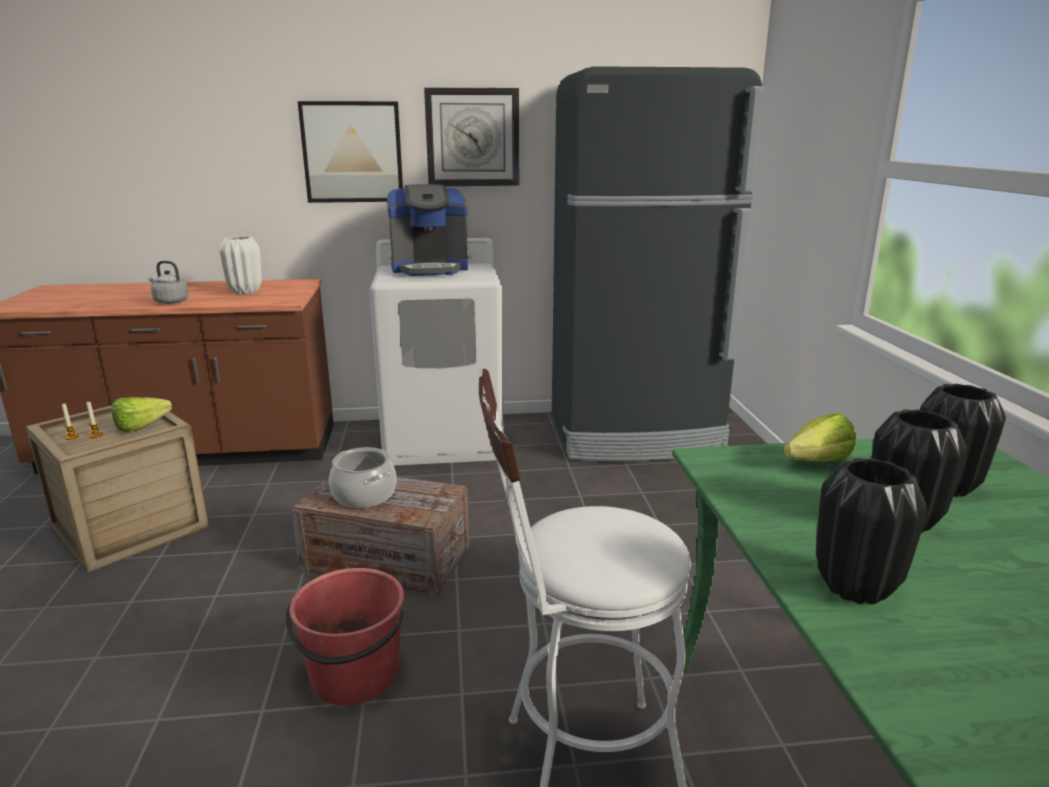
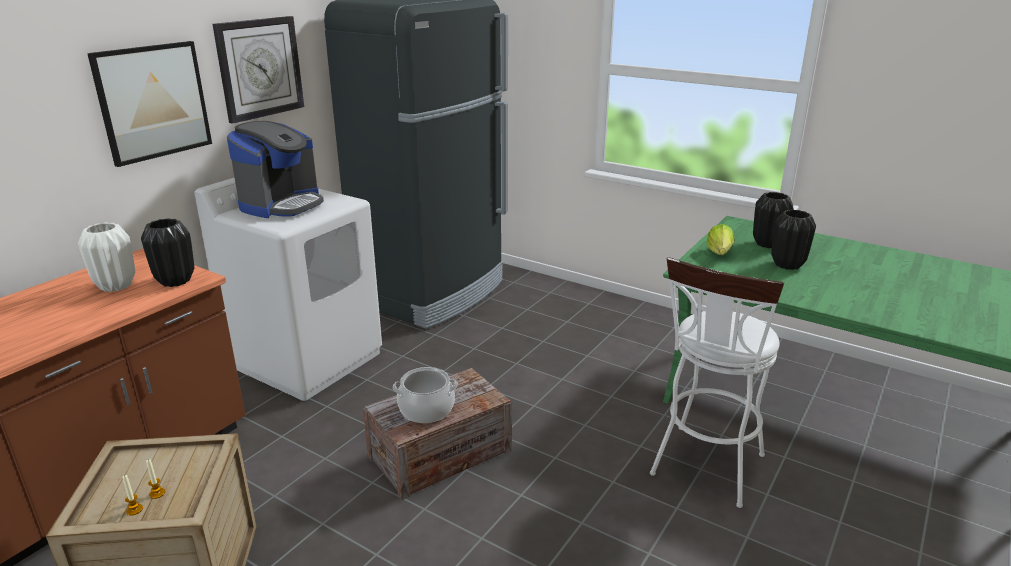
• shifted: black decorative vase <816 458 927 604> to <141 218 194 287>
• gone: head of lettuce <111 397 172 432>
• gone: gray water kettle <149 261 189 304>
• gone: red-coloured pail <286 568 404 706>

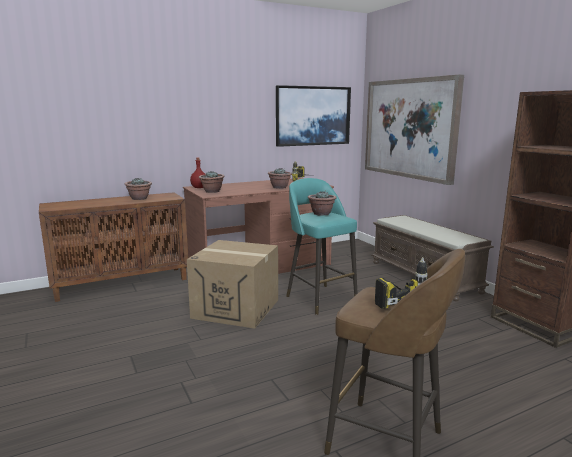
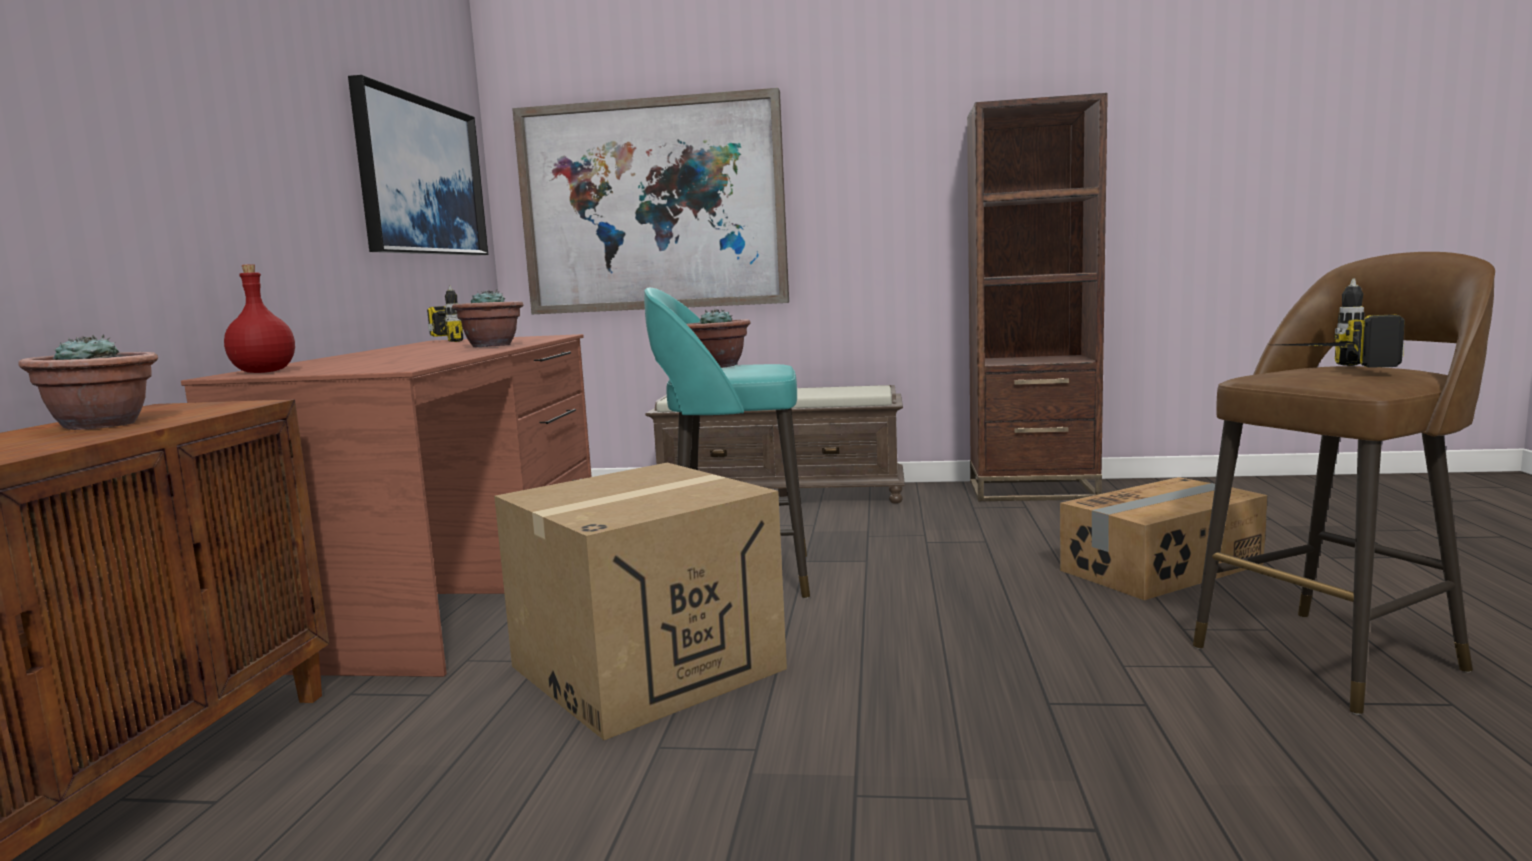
• new: packing box <1060 477 1268 600>
• gone: potted plant <199 171 225 193>

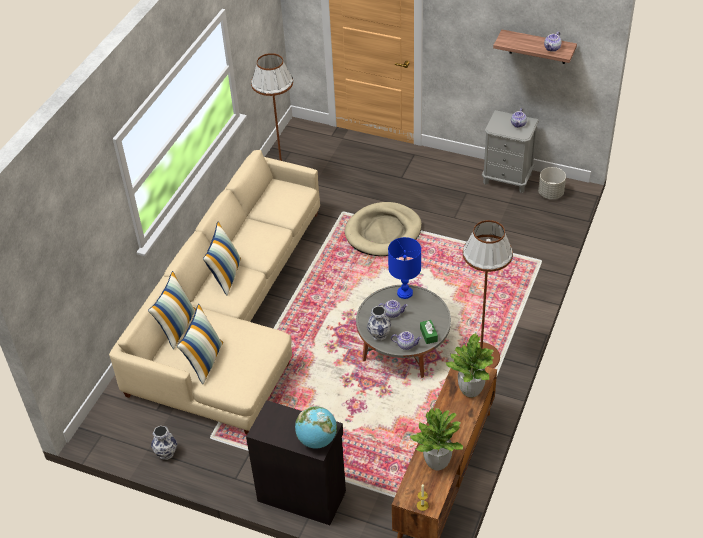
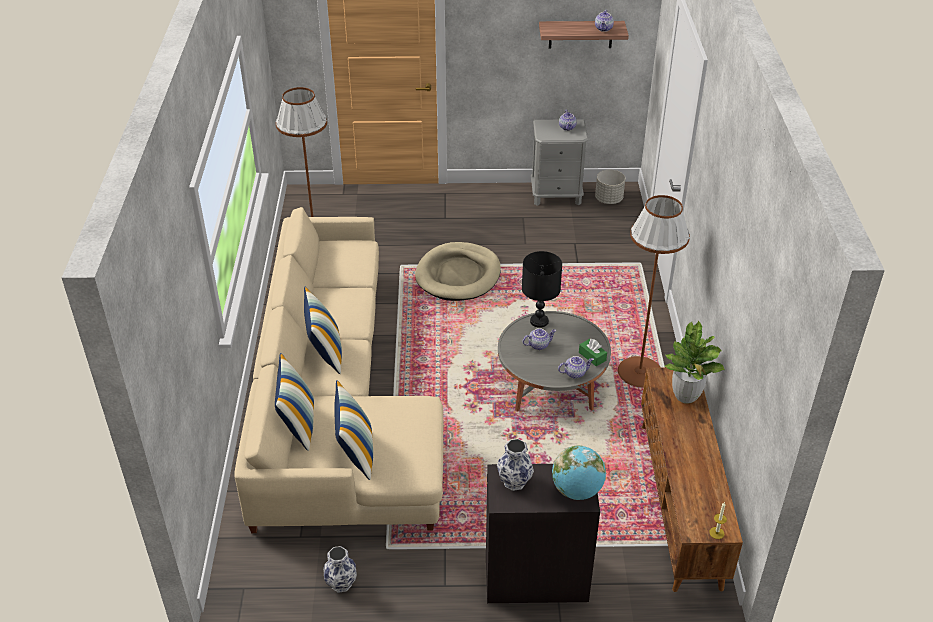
• shifted: decorative vase <367 306 392 341> to <497 439 534 491>
• repainted: bluish tabletop lamp <388 237 421 299> to black tabletop lamp <522 251 562 328>
• gone: potted plant <410 408 463 470>

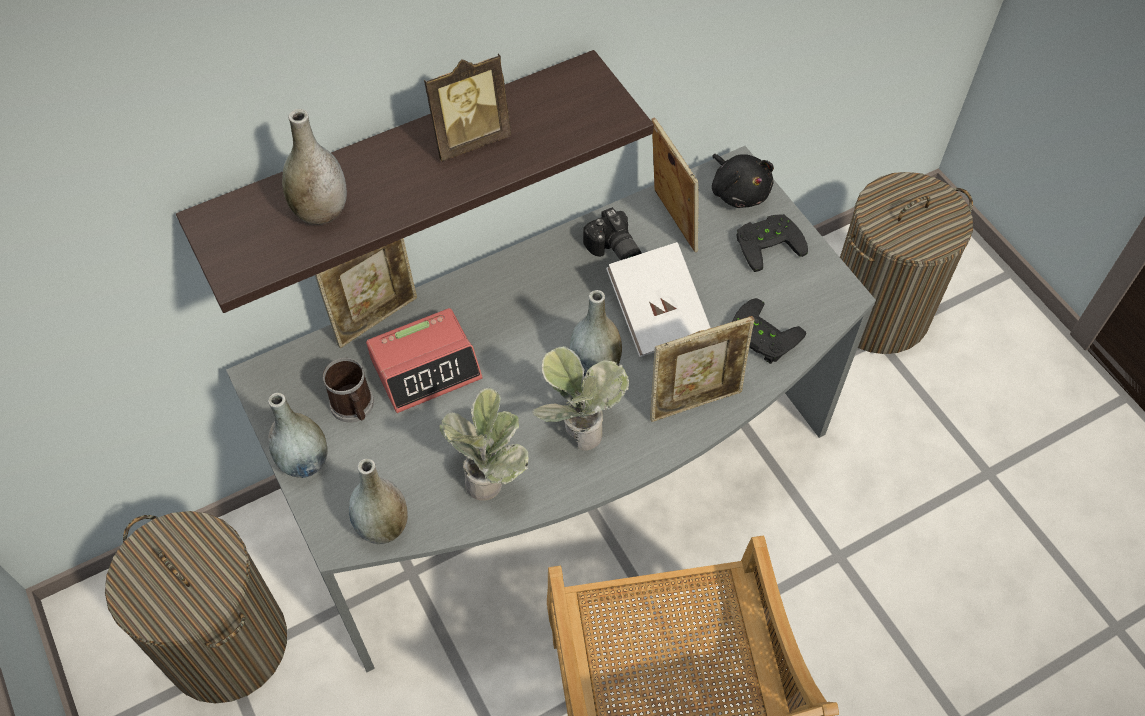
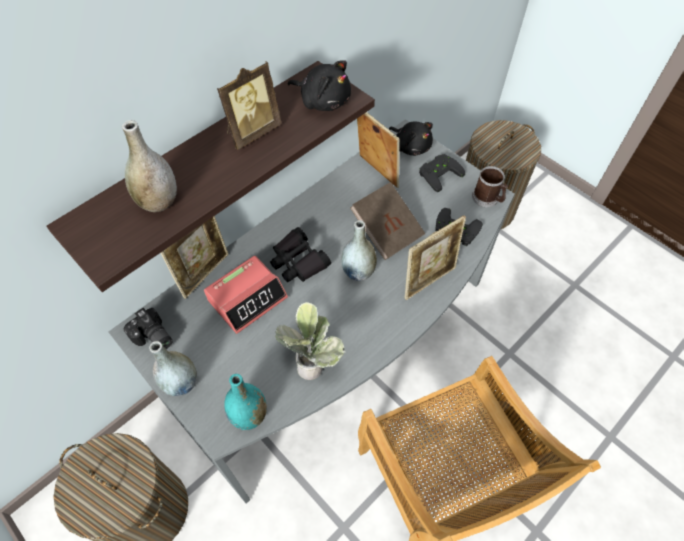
• shifted: still camera <583 207 642 260> to <123 307 173 349>
• repainted: gray decorative vase <349 459 408 544> to blue-green decorative vase <224 374 267 430>
• new: black field glasses <270 227 331 282>
• new: black cuddly toy <288 60 351 111>
• repainted: white-coloured bound book <606 242 711 357> to brownish bound book <350 182 425 260>
• shifted: tea mug <323 358 374 422> to <472 166 508 207>
• gone: potted plant <533 346 630 451>

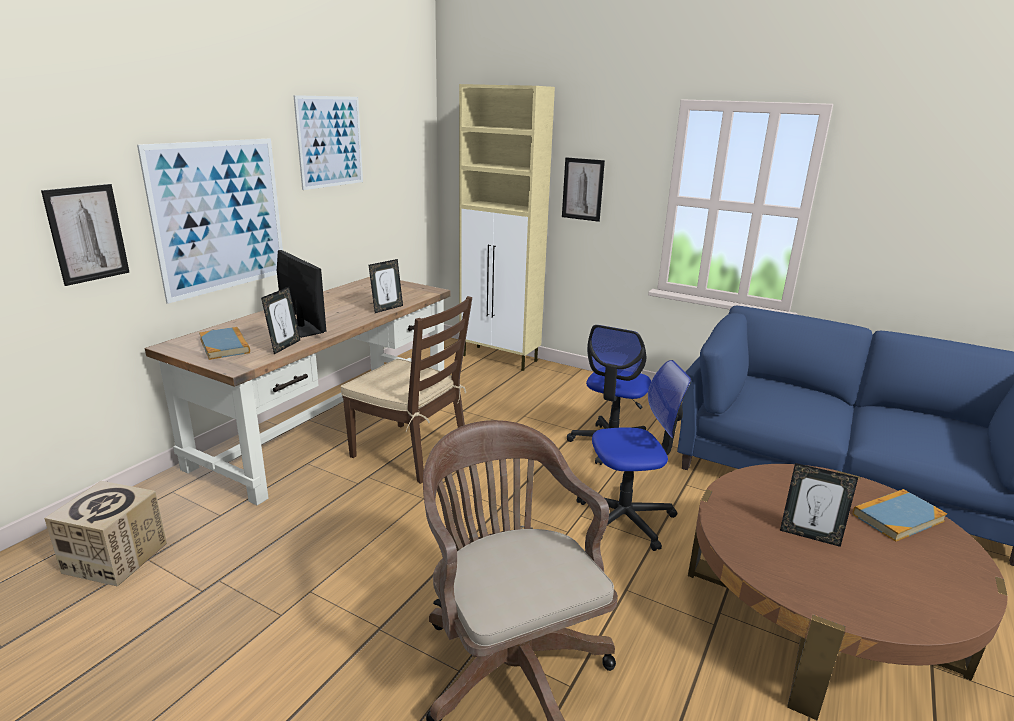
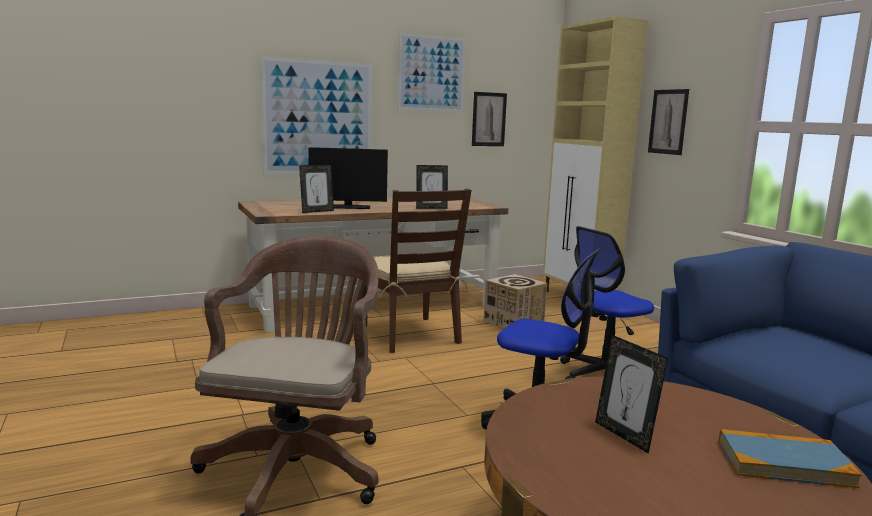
• rotated: computer display <277 250 327 338> = <308 147 388 209> 90 degrees clockwise
• shifted: wall picture <41 184 130 286> to <472 92 507 146>
• shifted: packing box <44 481 167 587> to <484 274 547 329>
• gone: bound book <199 327 250 360>

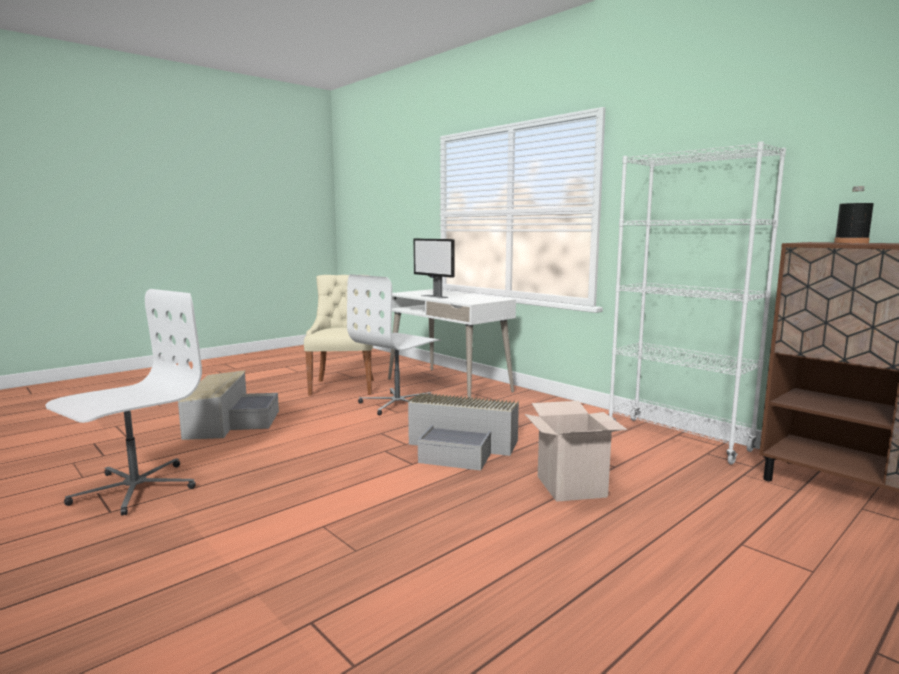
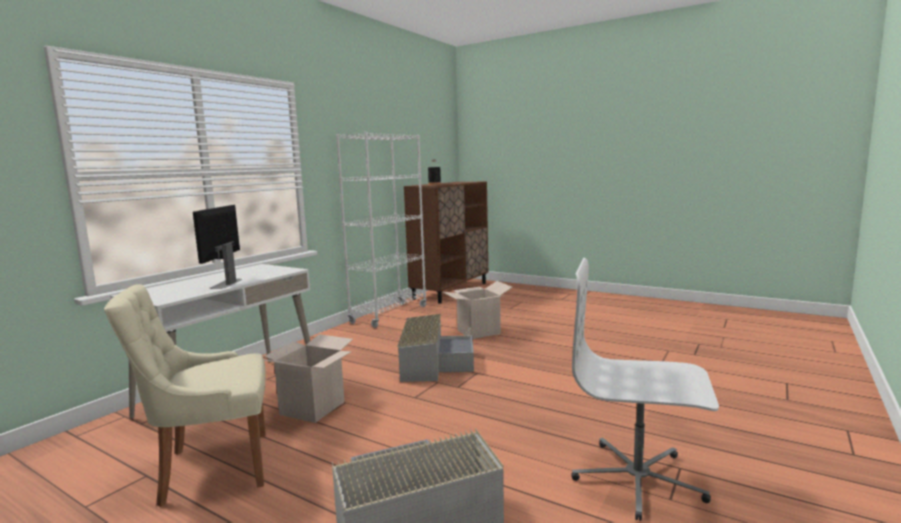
• rotated: computer display <413 239 454 299> = <193 205 242 289> 150 degrees clockwise
• swapped: white-coloured desk chair <347 274 441 415> to packing box <264 334 353 423>

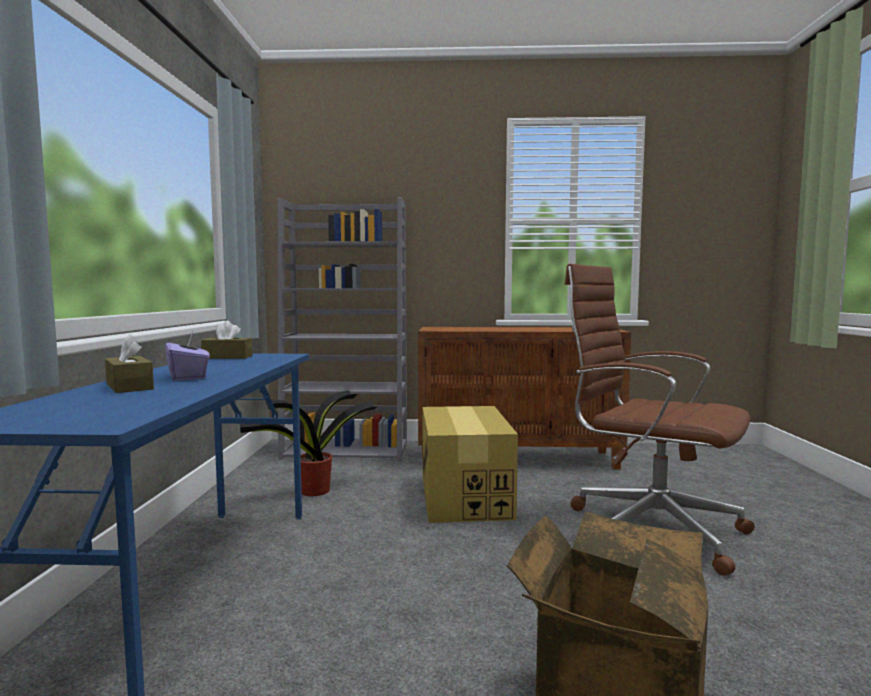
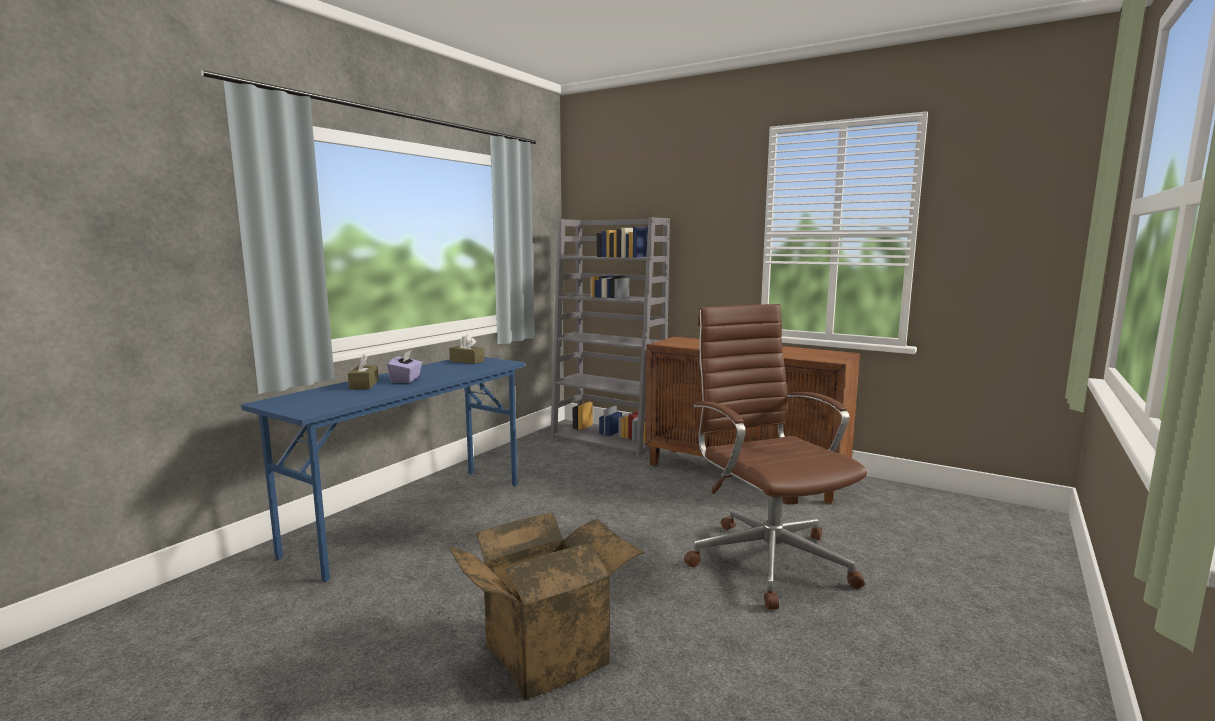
• gone: potted plant <240 391 377 496>
• gone: packing box <423 406 518 523>

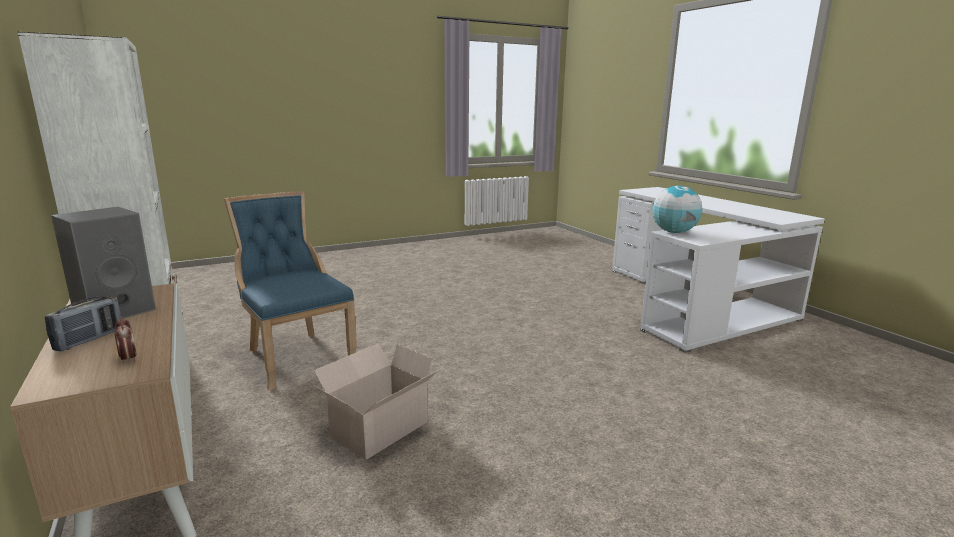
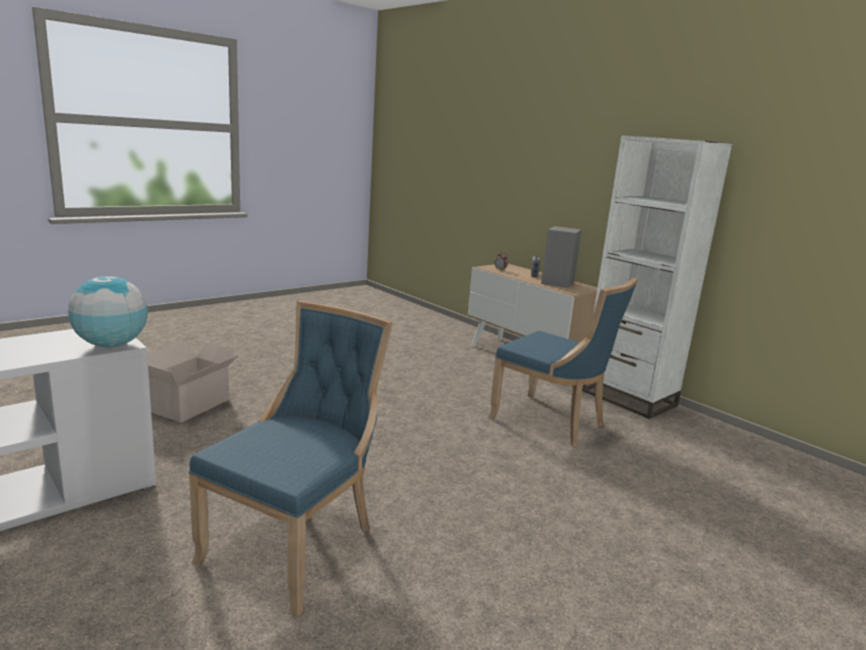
• shifted: packing box <313 343 439 460> to <147 341 239 423>
• new: bluish upright chair <189 301 392 616>

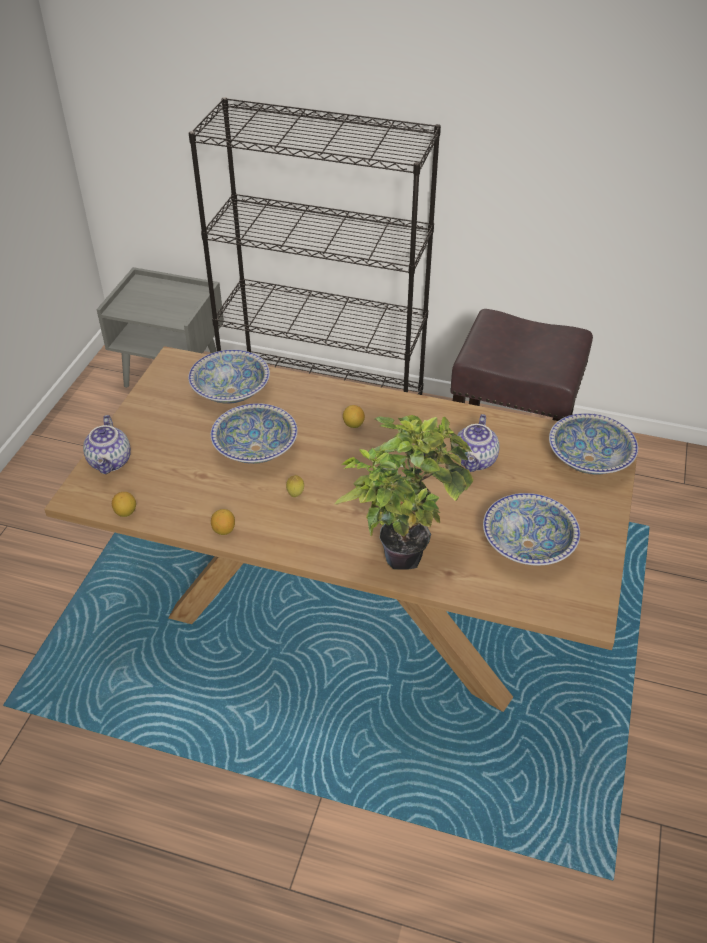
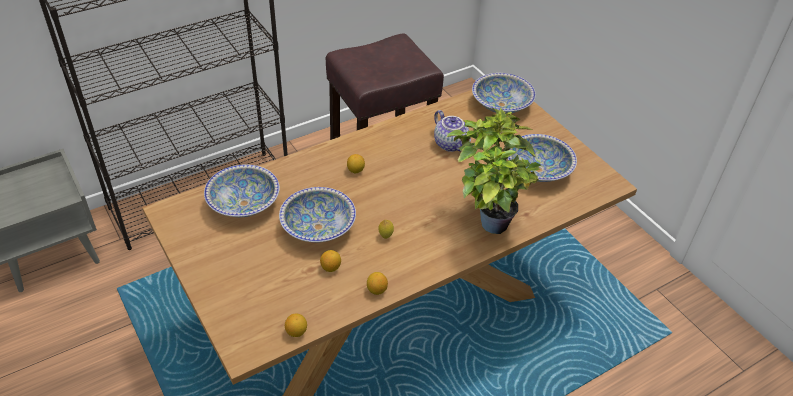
• new: lemon <320 250 341 272>
• gone: tea pot <83 415 131 474>

